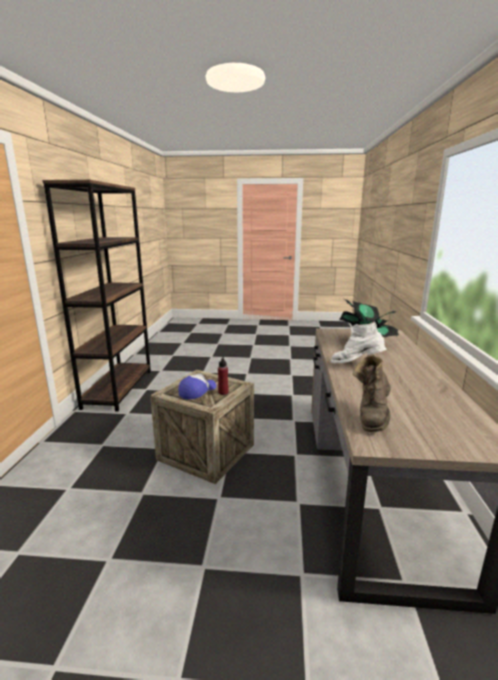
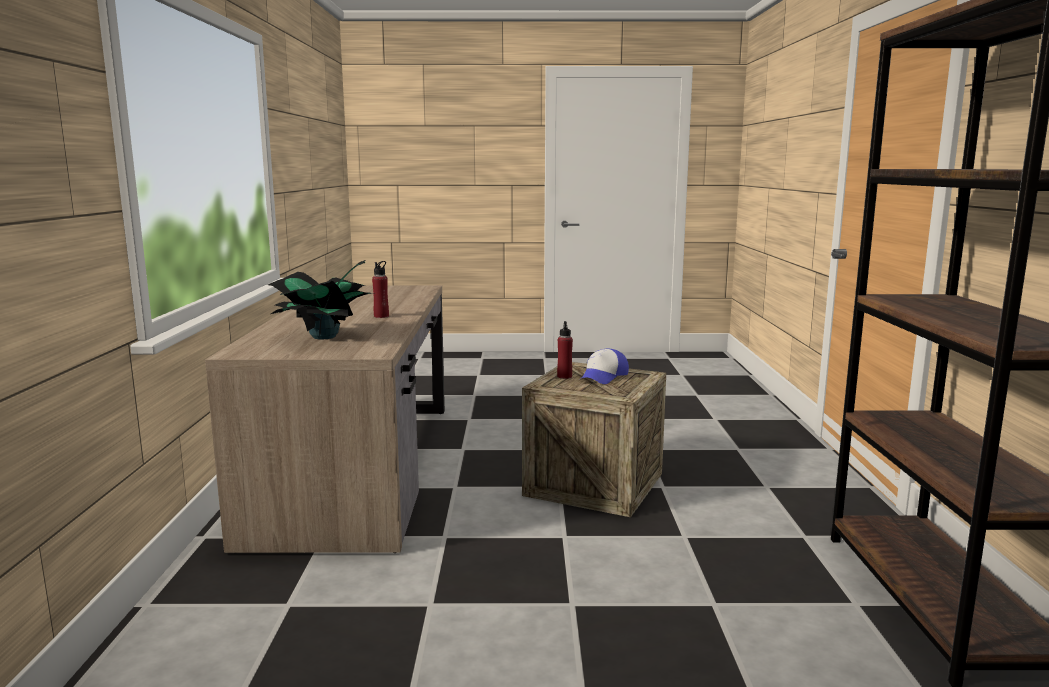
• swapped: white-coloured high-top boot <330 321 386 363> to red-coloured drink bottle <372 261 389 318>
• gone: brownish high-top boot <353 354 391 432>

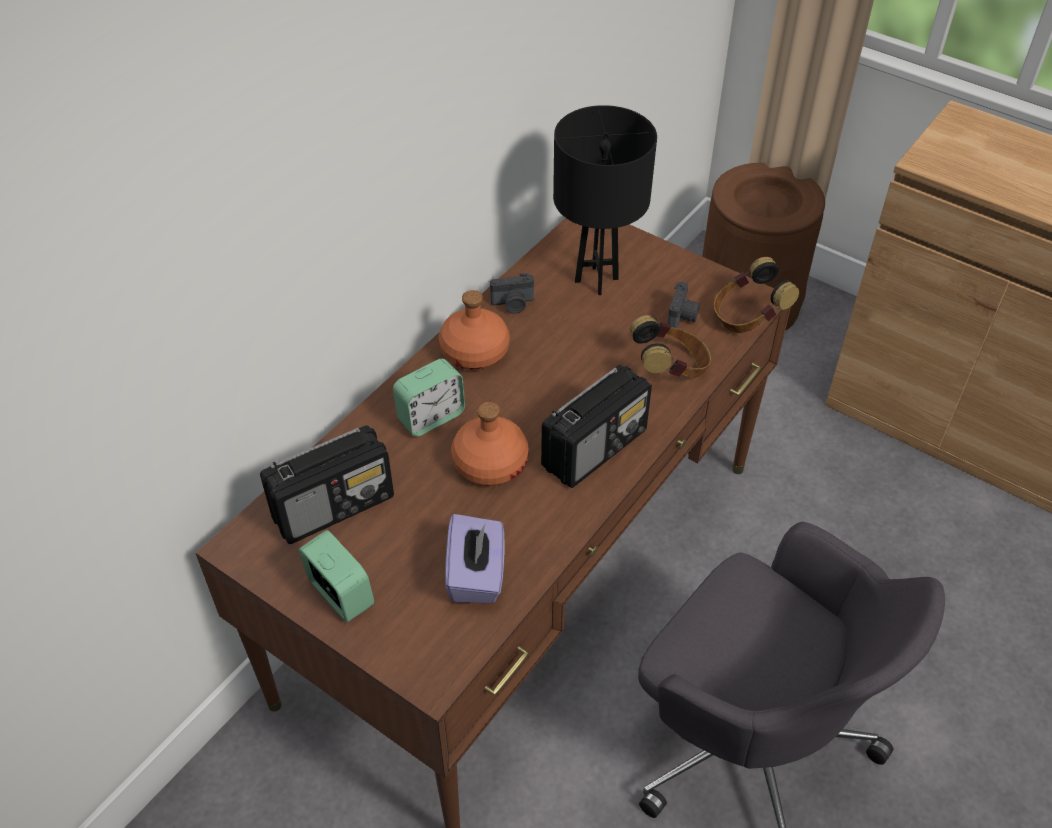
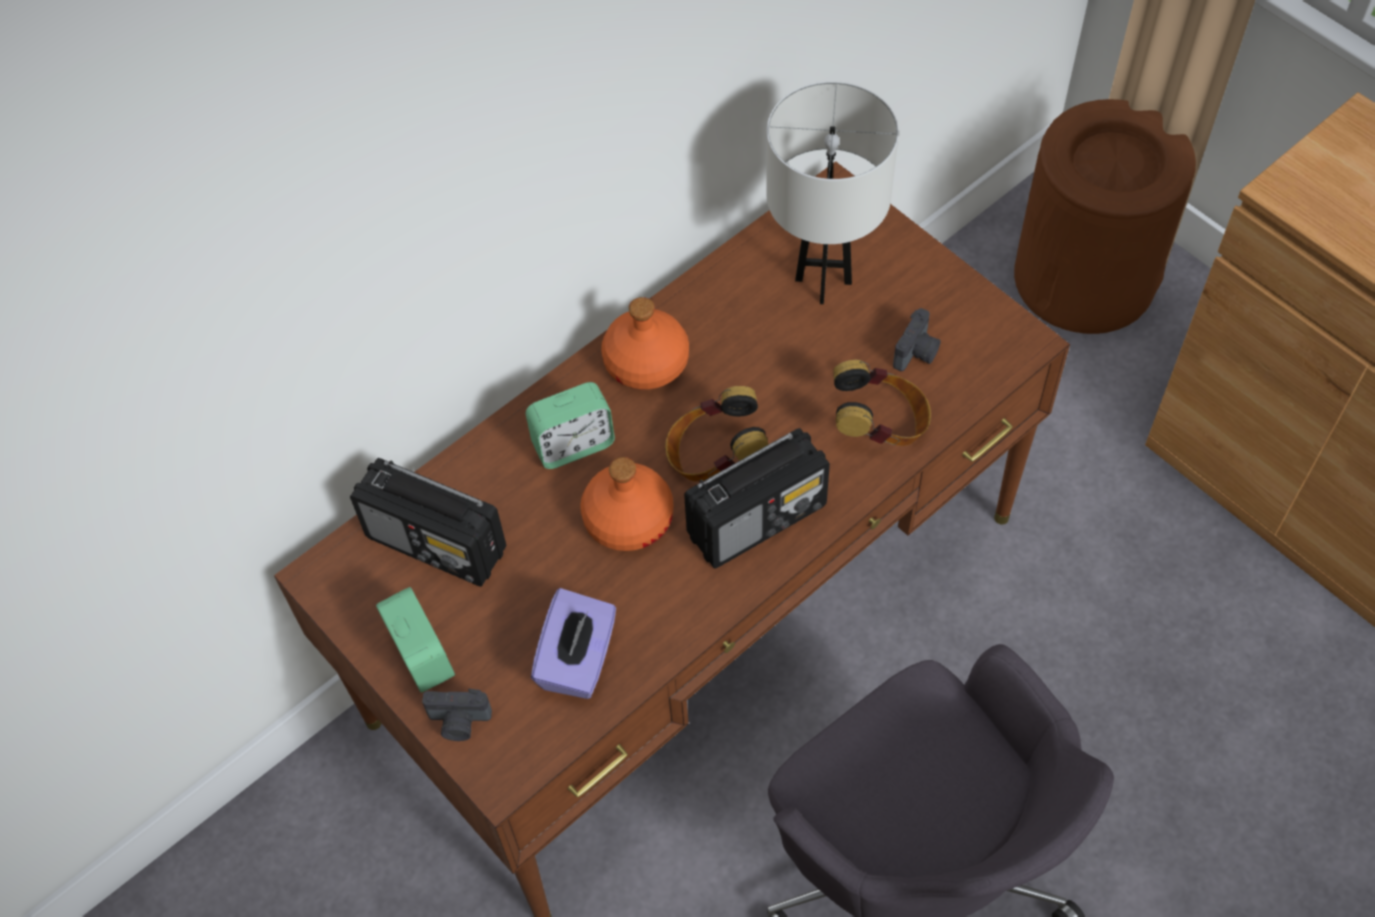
• rotated: radio set <260 425 394 544> = <350 458 506 587> 45 degrees clockwise
• shifted: still camera <490 273 534 314> to <422 689 492 741>
• shifted: headphones <714 257 799 333> to <665 386 769 482>
• repainted: black tabletop lamp <553 105 657 295> to white-coloured tabletop lamp <767 81 899 304>

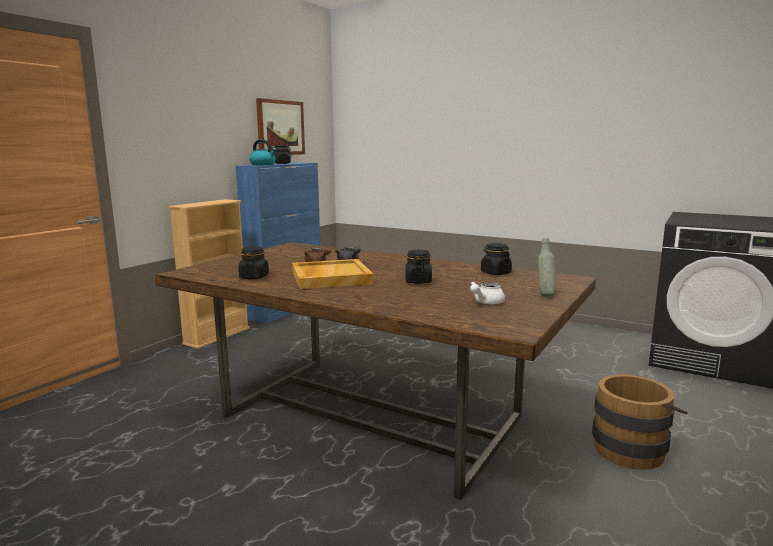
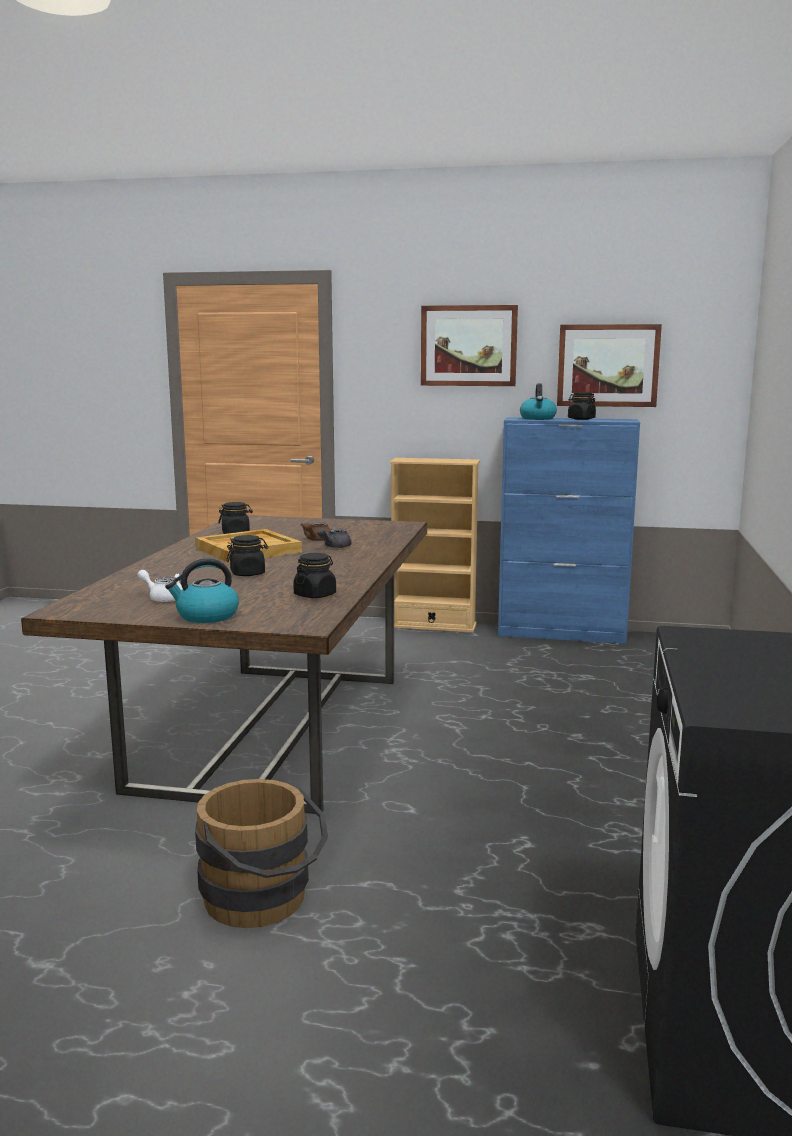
• swapped: gray drink bottle <538 238 556 296> to water kettle <165 558 239 623>
• new: wall picture <421 305 518 386>

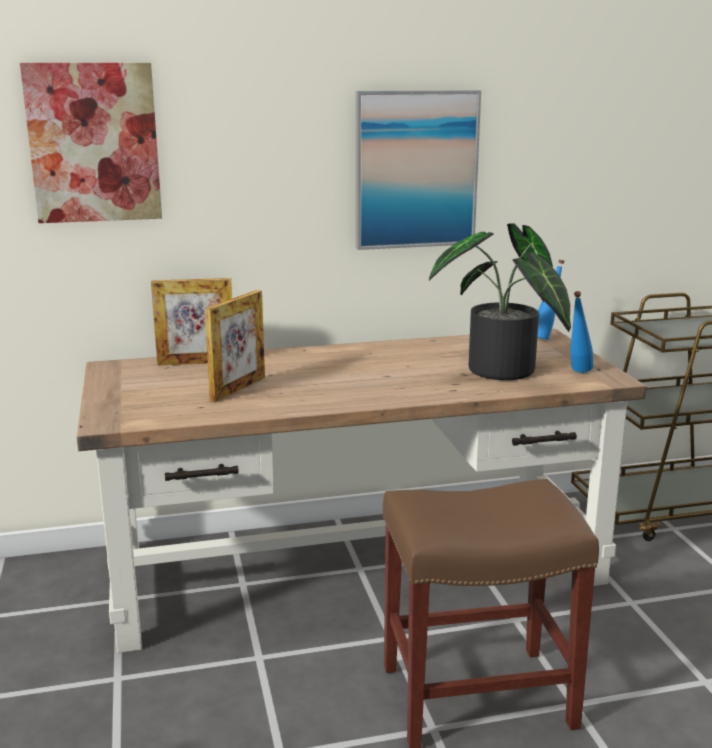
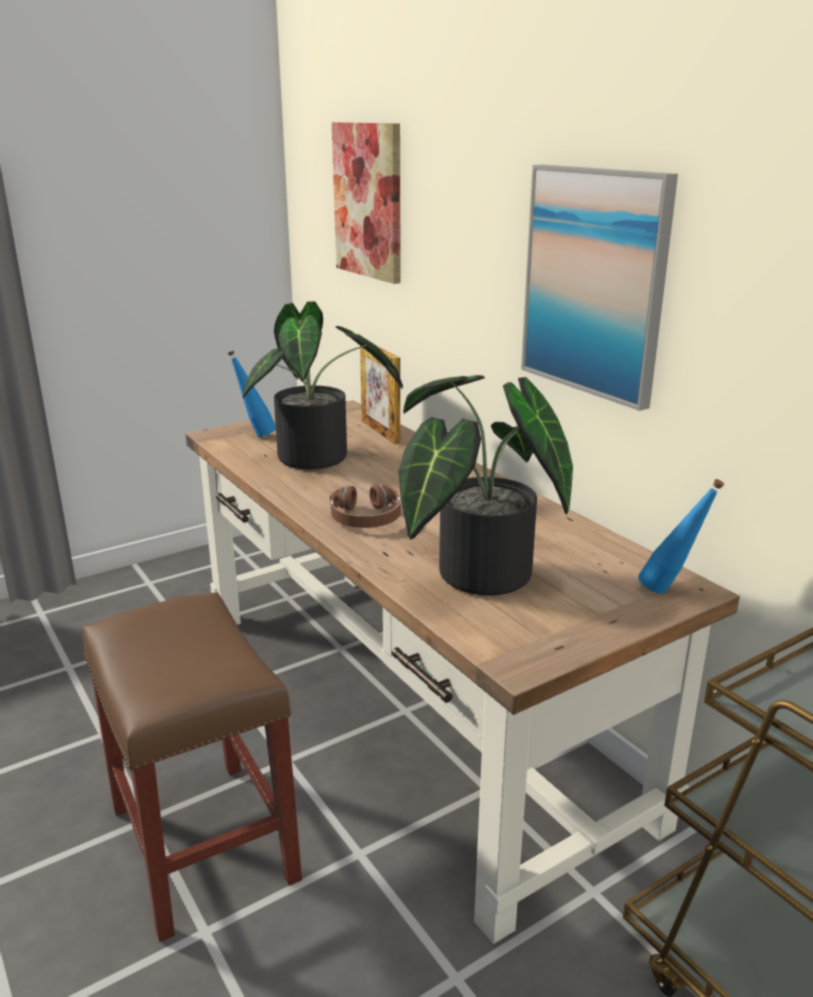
• shifted: bluish drink bottle <570 291 593 373> to <228 350 276 437>
• swapped: picture frame <205 290 265 402> to potted plant <243 301 403 469>
• new: brownish headphones <330 484 401 528>

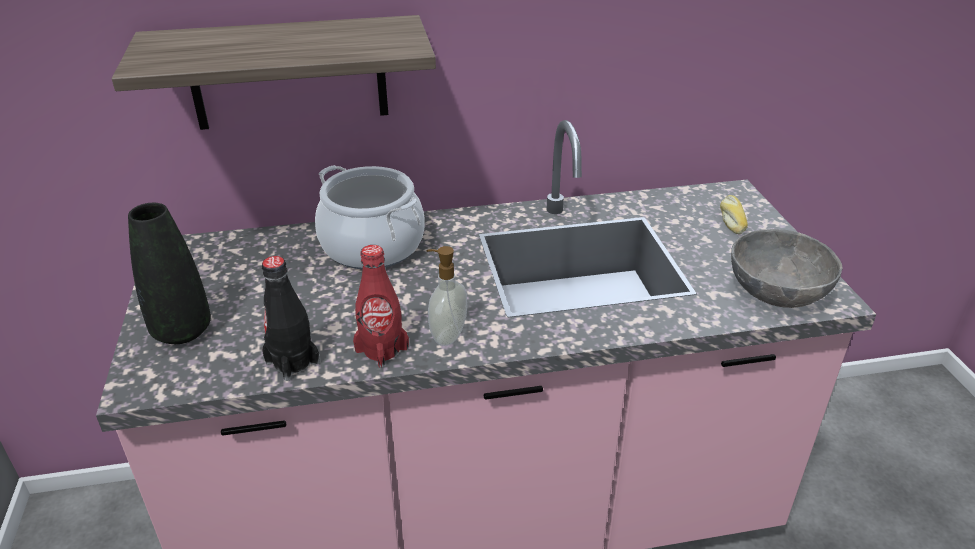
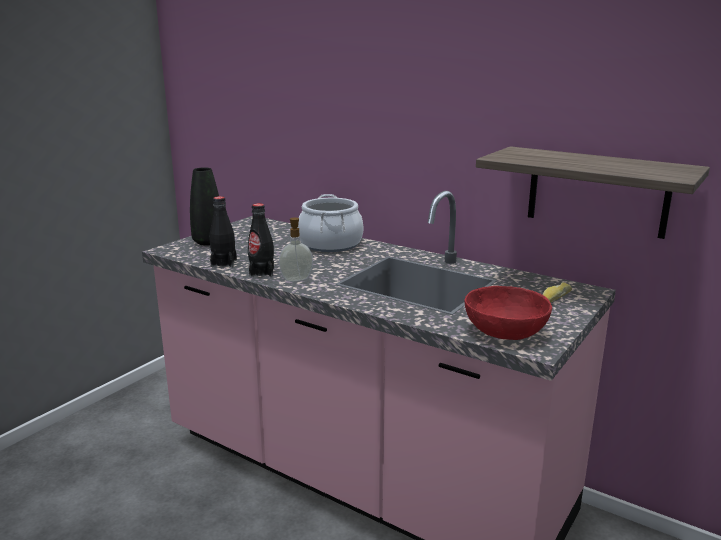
• repainted: red-coloured drink bottle <353 245 409 368> to black drink bottle <248 203 274 277>
• repainted: gray deep dish <731 229 843 308> to red-coloured deep dish <464 286 552 340>
• shifted: bracket shelf <112 15 436 130> to <476 146 710 239>

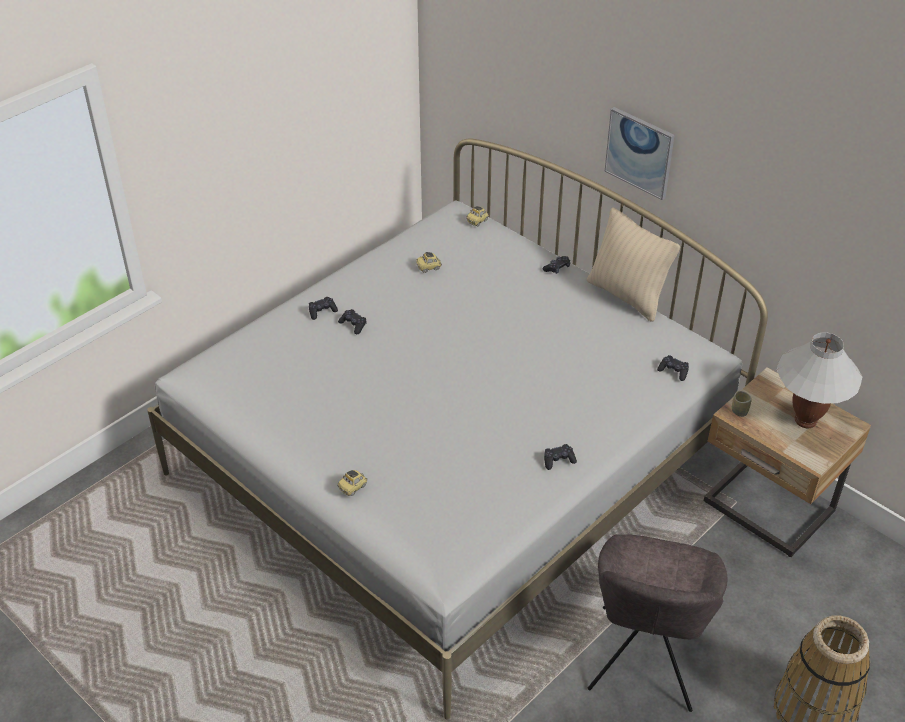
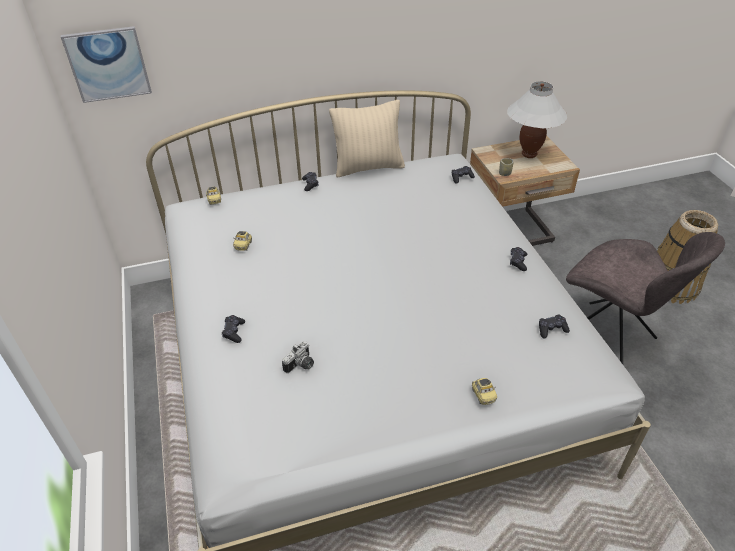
• shifted: wall picture <605 107 675 200> to <61 26 152 103>
• new: still camera <282 341 314 373>
• shifted: black gamepad <338 309 367 334> to <539 314 570 338>

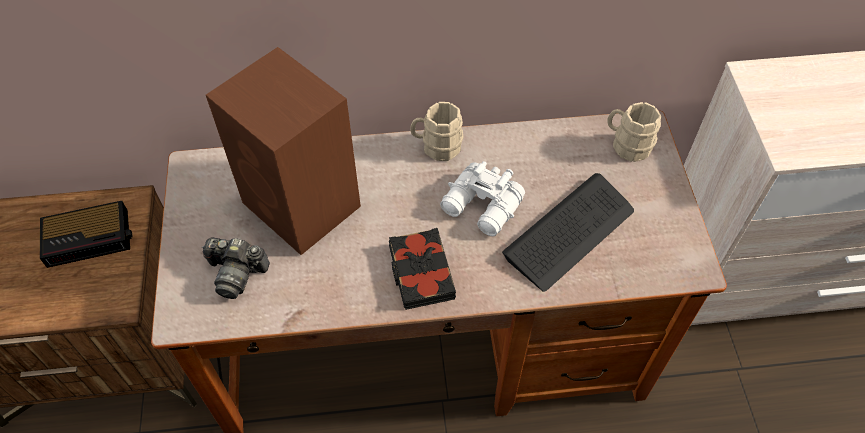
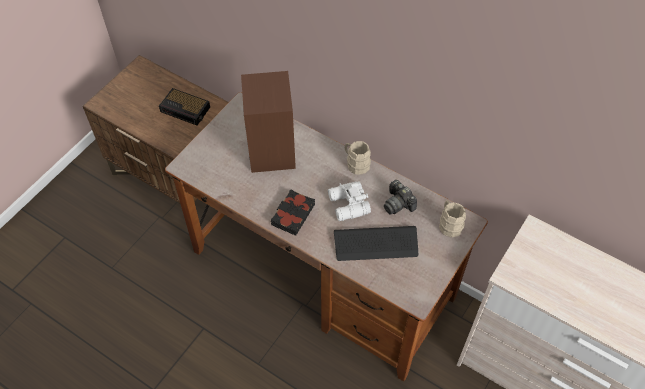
• shifted: still camera <202 238 270 299> to <384 180 417 215>

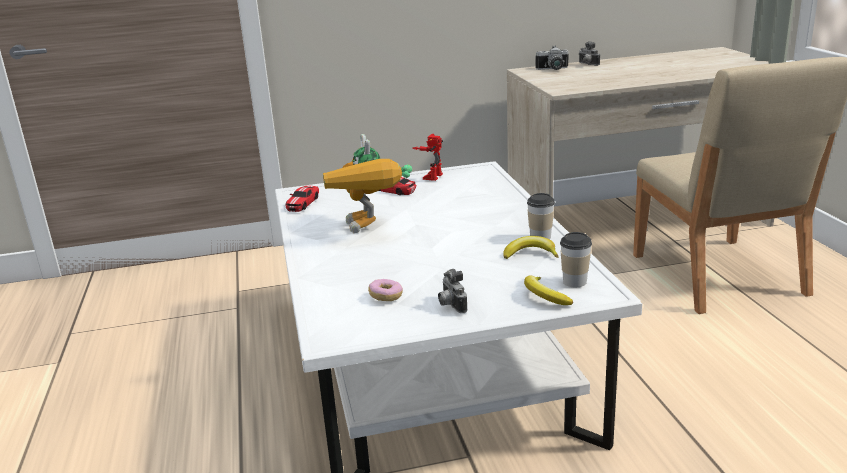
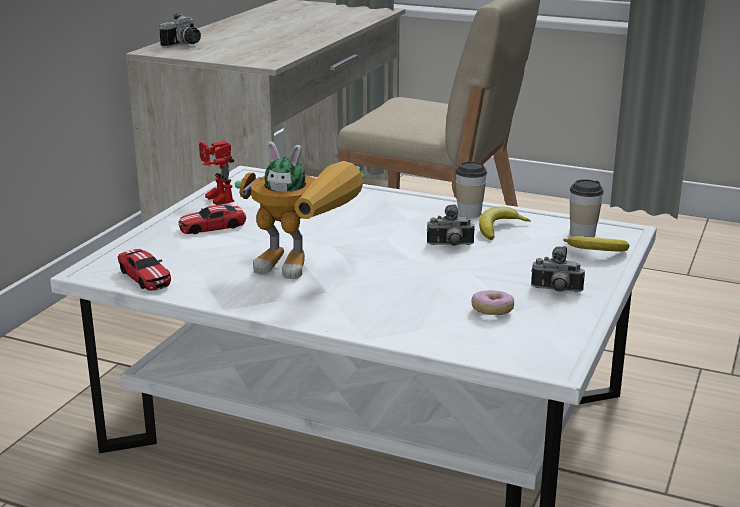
• shifted: still camera <579 41 600 66> to <427 204 475 246>

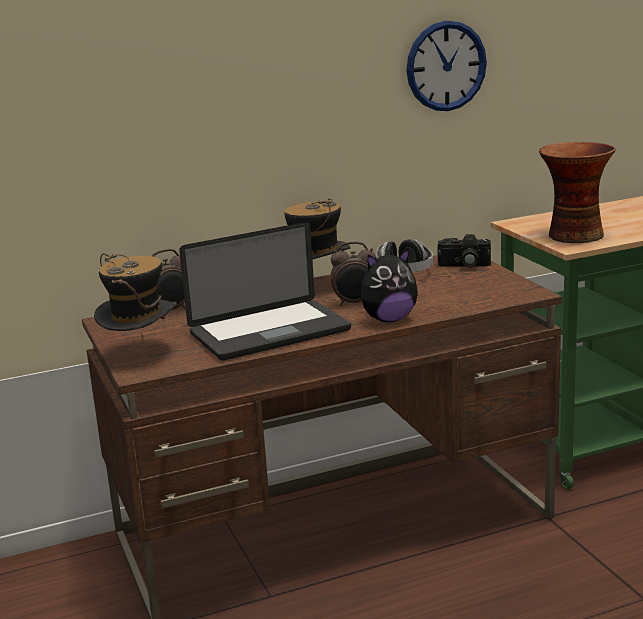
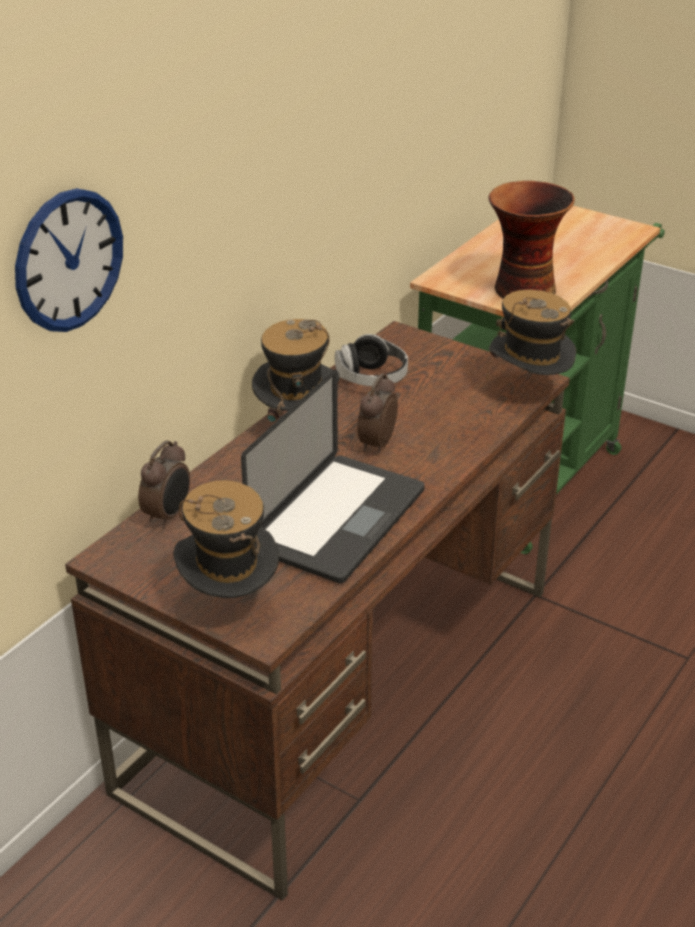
• shifted: wall clock <406 21 487 111> to <15 188 123 332>
• rotated: table clock <330 242 376 306> = <357 373 398 453> 150 degrees clockwise
• new: wearable hat <487 290 576 381>
• gone: cuddly toy <361 248 418 322>
• gone: still camera <437 234 491 268>

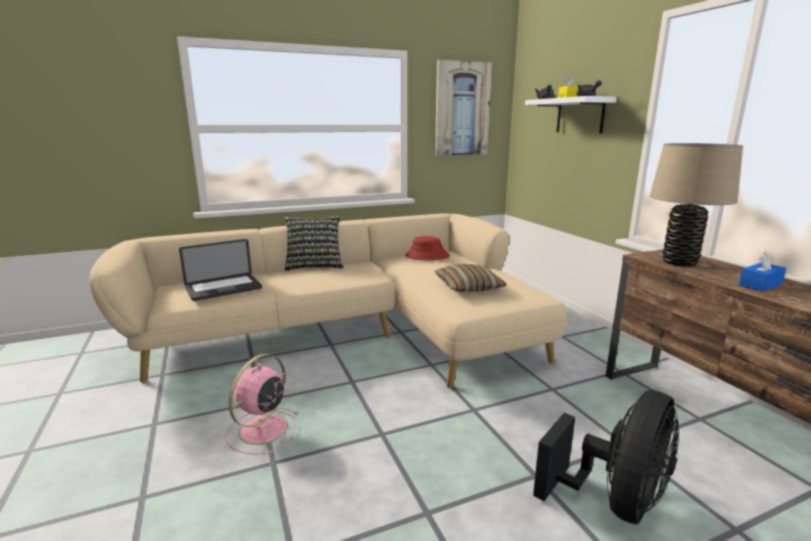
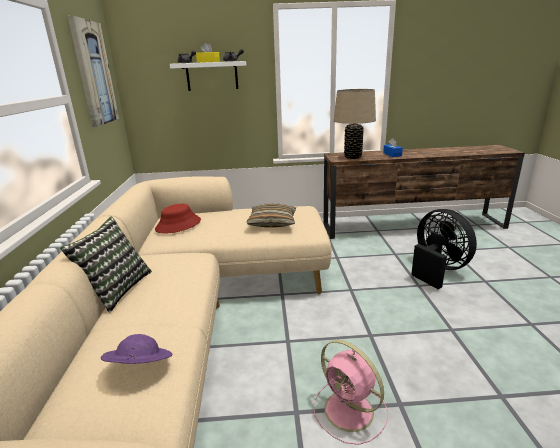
• swapped: portable computer <179 239 262 301> to purple-coloured wearable hat <101 334 172 364>

